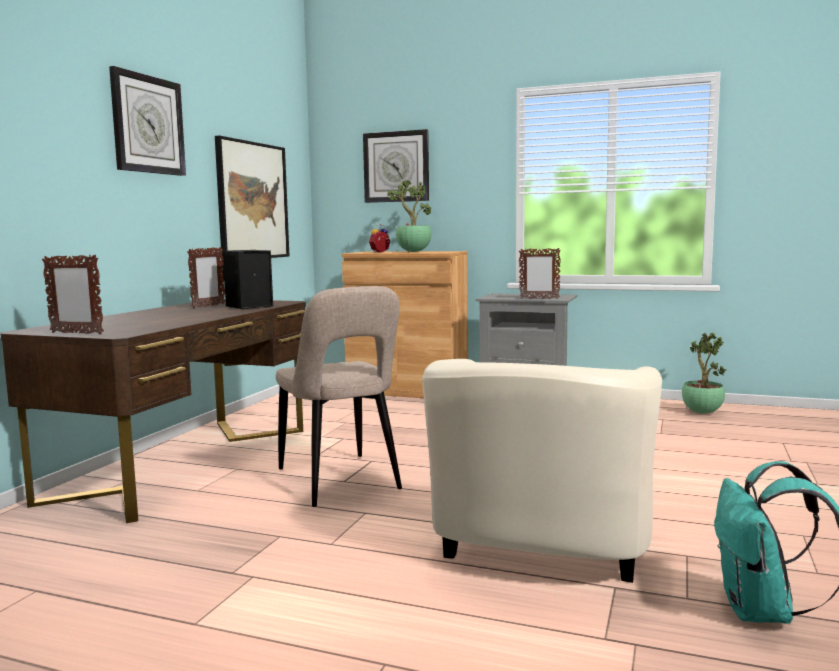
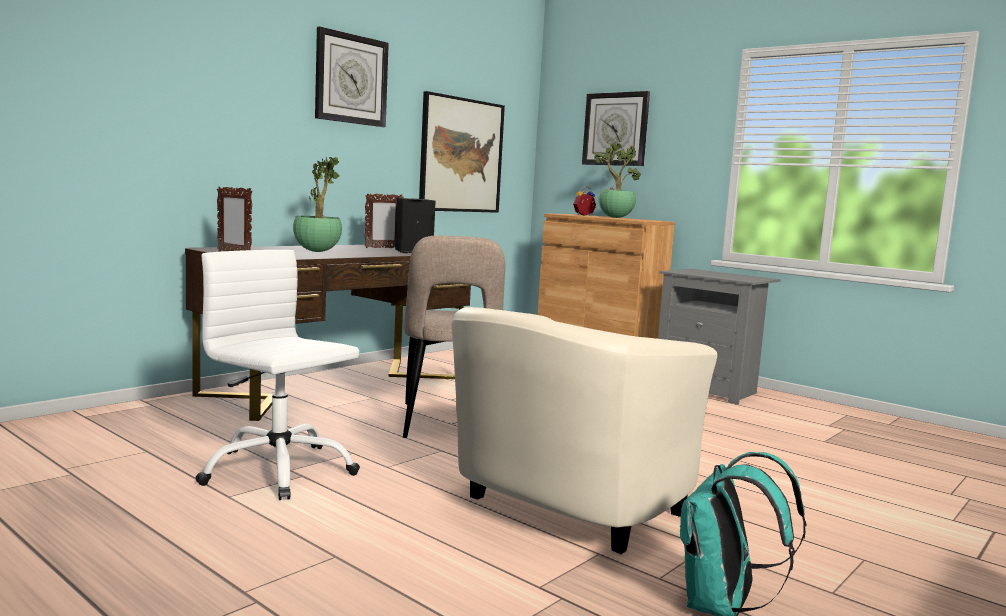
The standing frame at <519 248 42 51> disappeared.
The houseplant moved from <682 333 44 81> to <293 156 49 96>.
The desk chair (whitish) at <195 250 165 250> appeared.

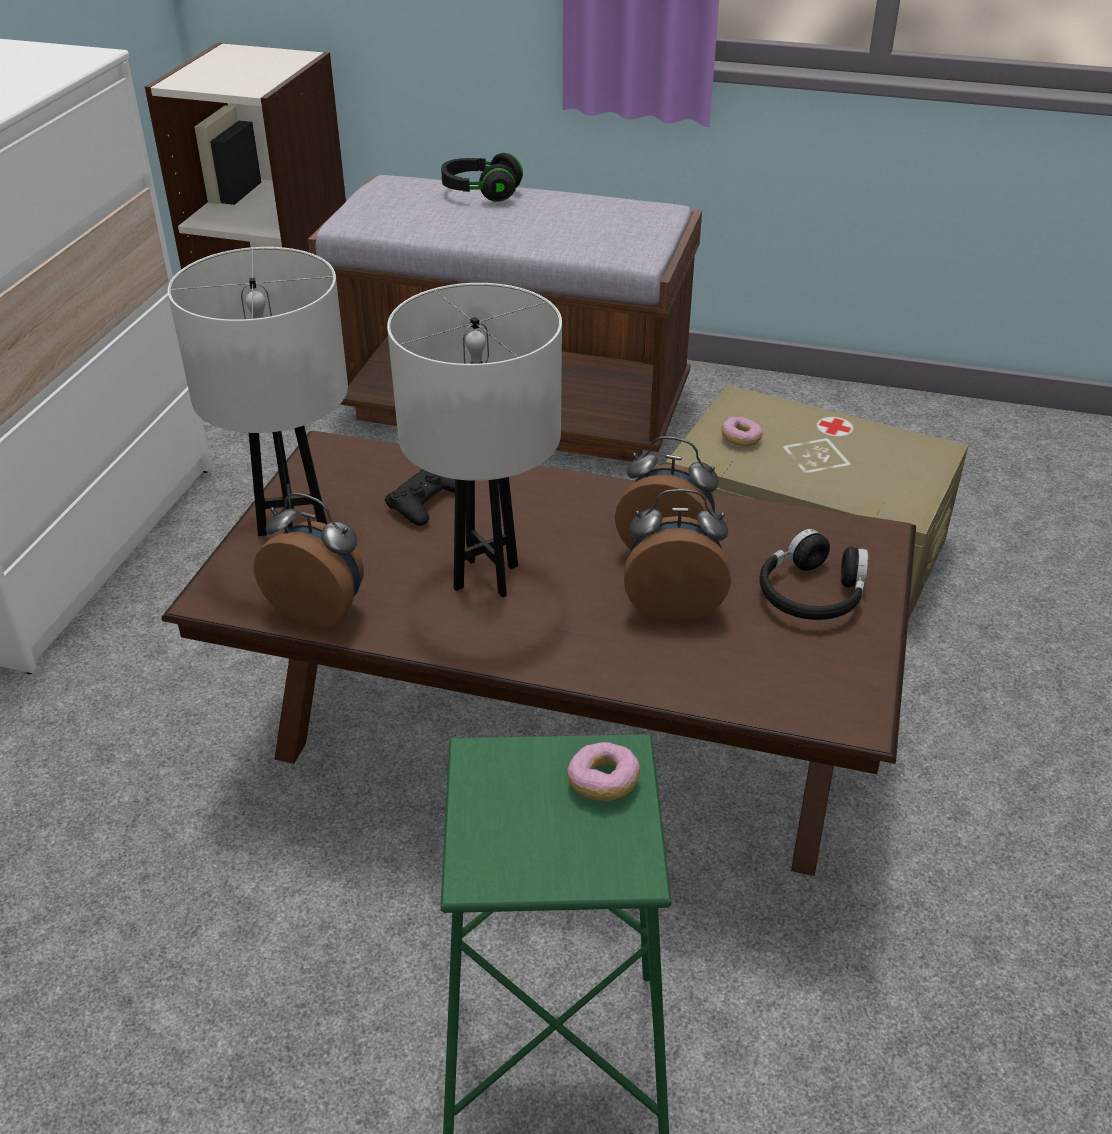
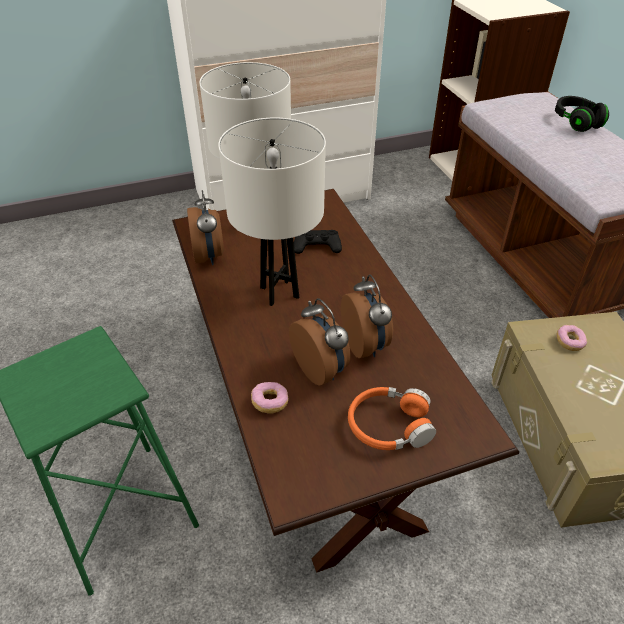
The ring doughnut moved from <567 742 73 59> to <251 382 38 32>.
The headset (blackish) at <760 529 108 91> became the headset (orange) at <348 387 88 63>.

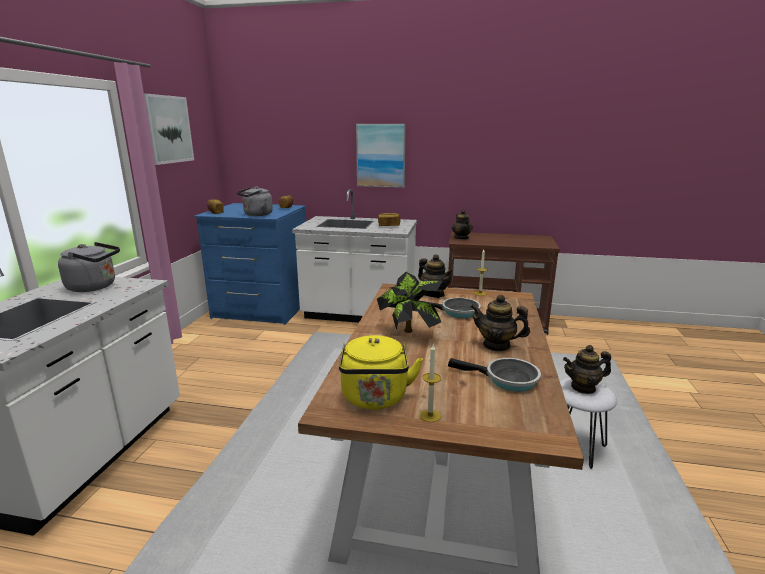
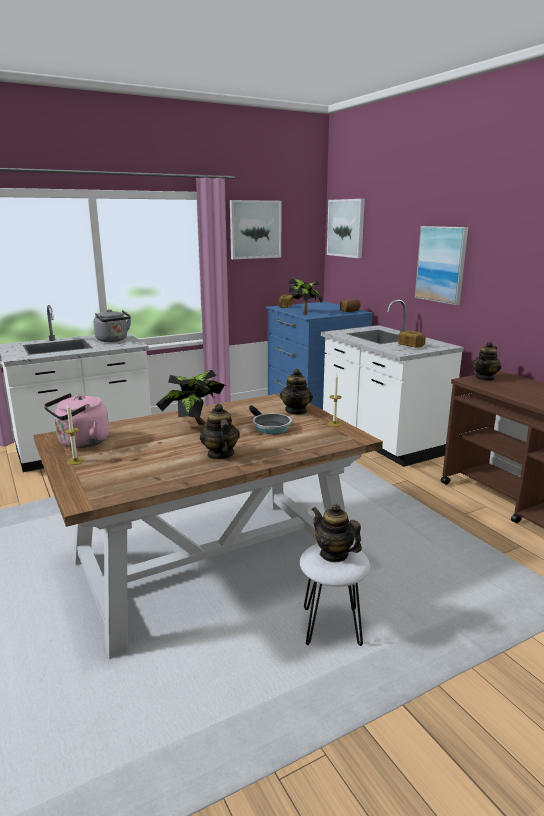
The tea kettle (greyish) at <237 186 36 30> was replaced by the houseplant at <289 278 34 37>.
The tea kettle (yellowish) at <339 335 84 75> became the tea kettle (pink-coloured) at <44 393 65 55>.
The pan at <448 358 93 34> disappeared.
The picture at <327 199 38 59> appeared.

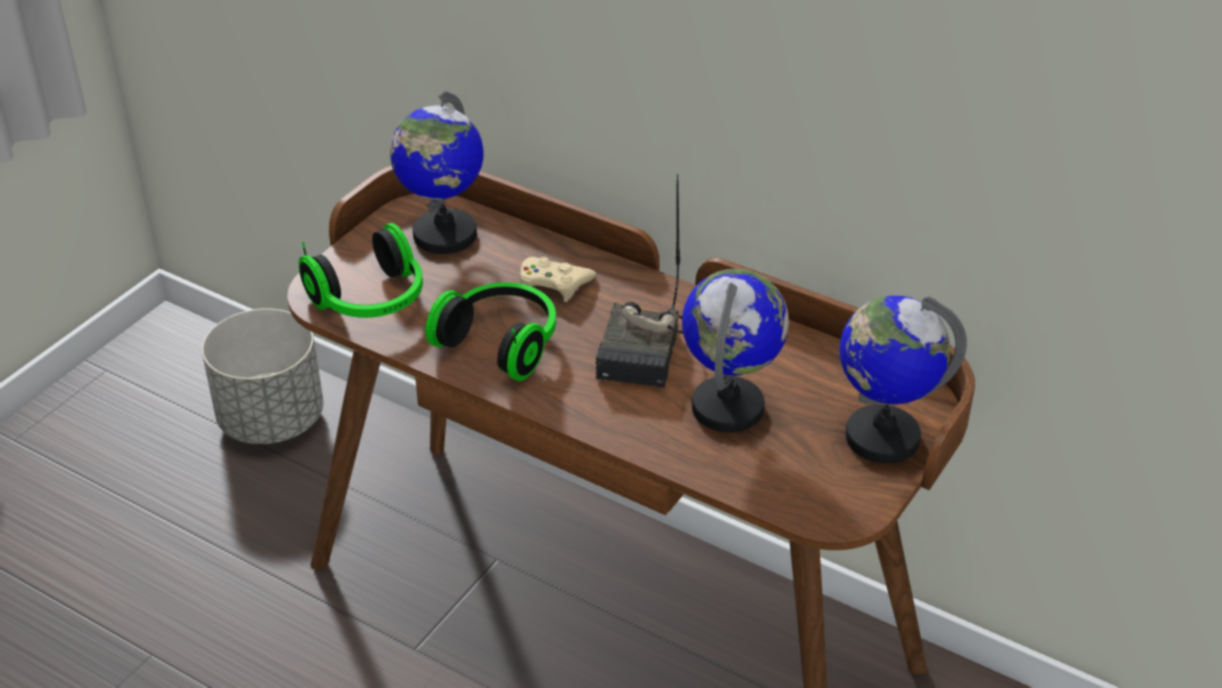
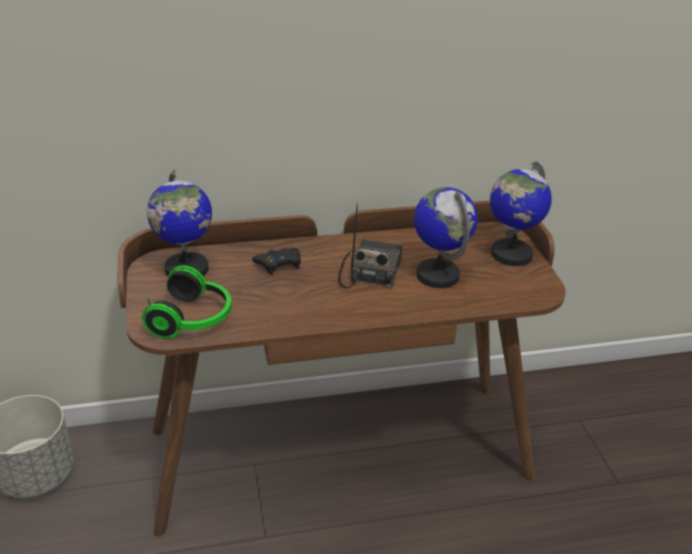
The headset at <425 282 131 99> disappeared.
The gamepad (sand-coloured) at <520 257 76 45> became the gamepad (blackish) at <252 248 49 27>.
The radio receiver at <596 174 87 214> turned 135 degrees counterclockwise.

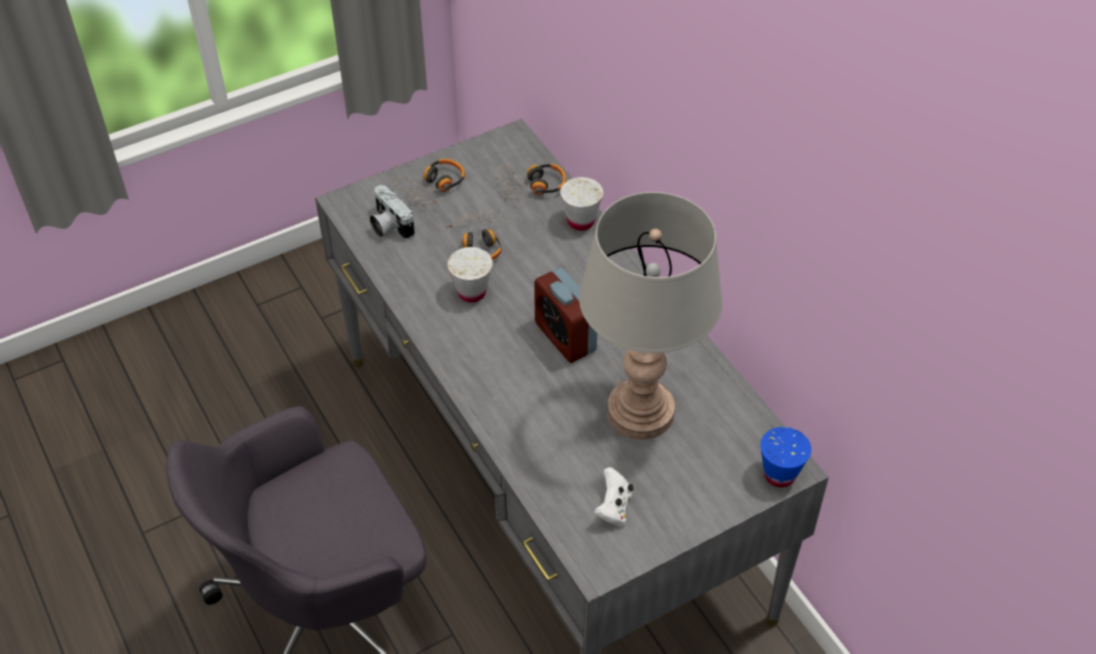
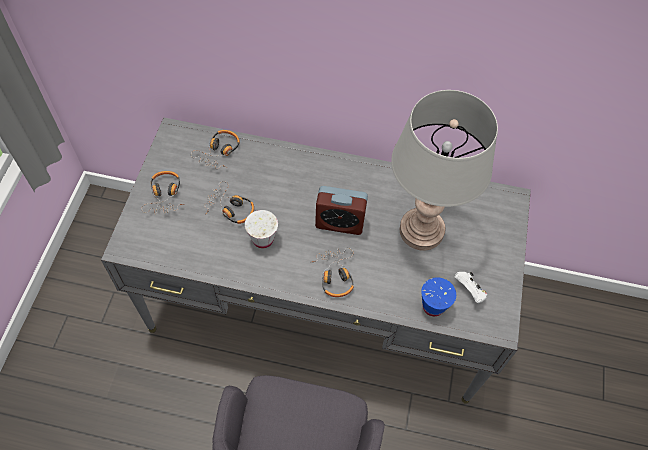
The still camera at <370 185 45 54> disappeared.
The cup (whitish) at <560 177 43 53> disappeared.
The cup (bluish) moved from <761 427 50 60> to <421 277 35 39>.
The headset at <312 248 42 49> appeared.

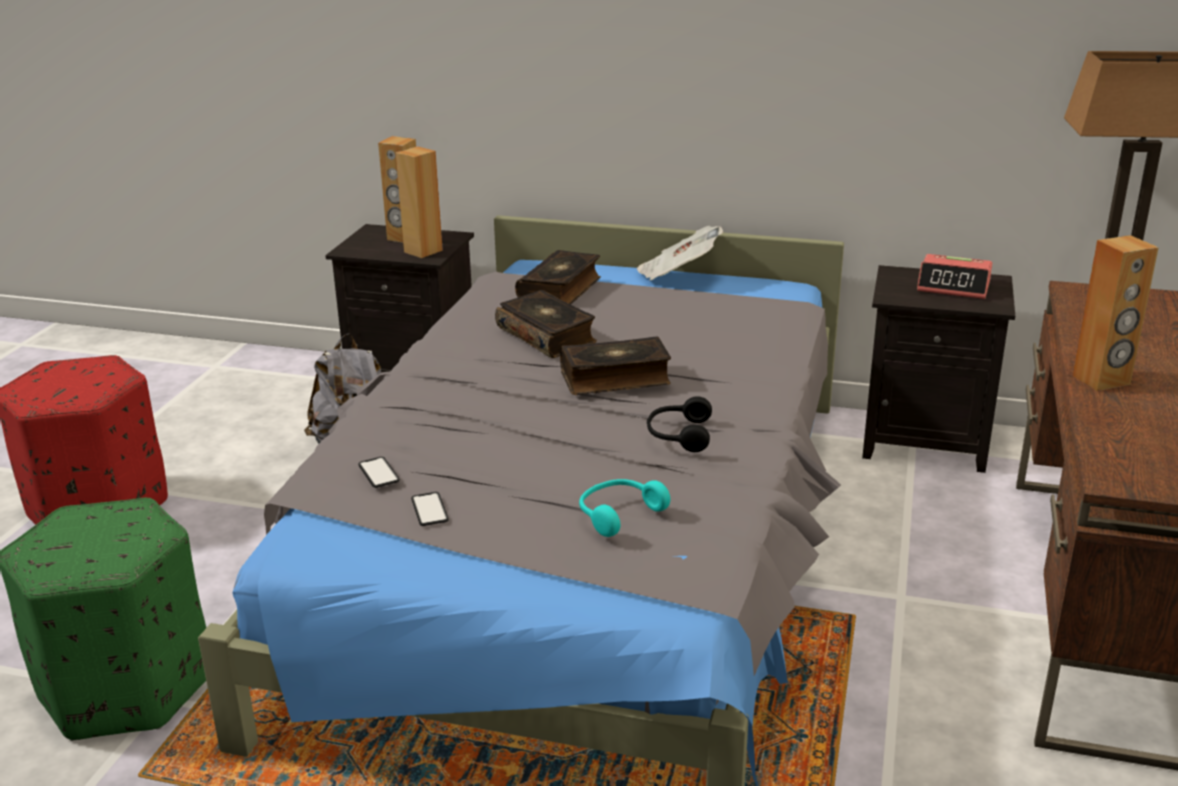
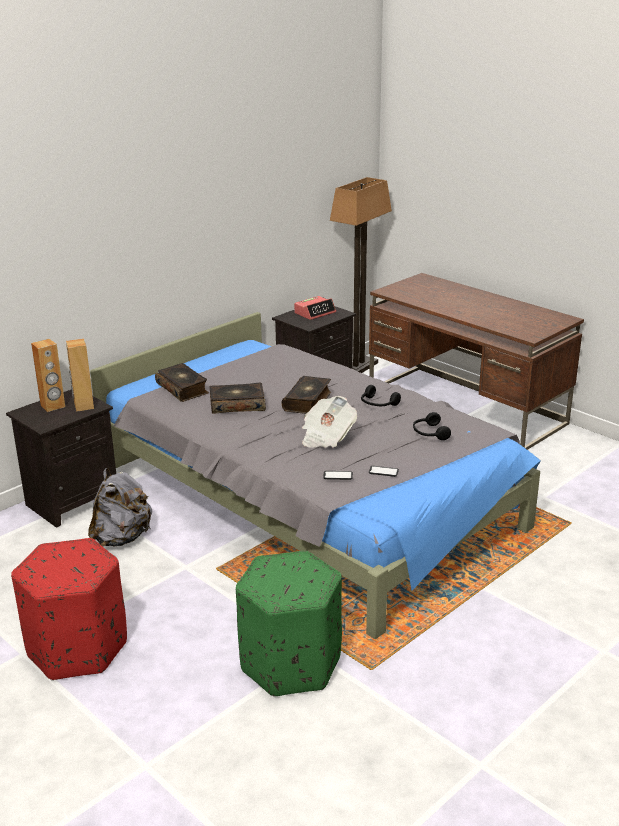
The headset (blue-green) at <579 479 92 58> became the headset (blackish) at <413 412 38 28>.
The printed paper moved from <637 226 86 54> to <302 396 55 52>.
The loudspeaker (brownish) at <1072 235 87 156> disappeared.

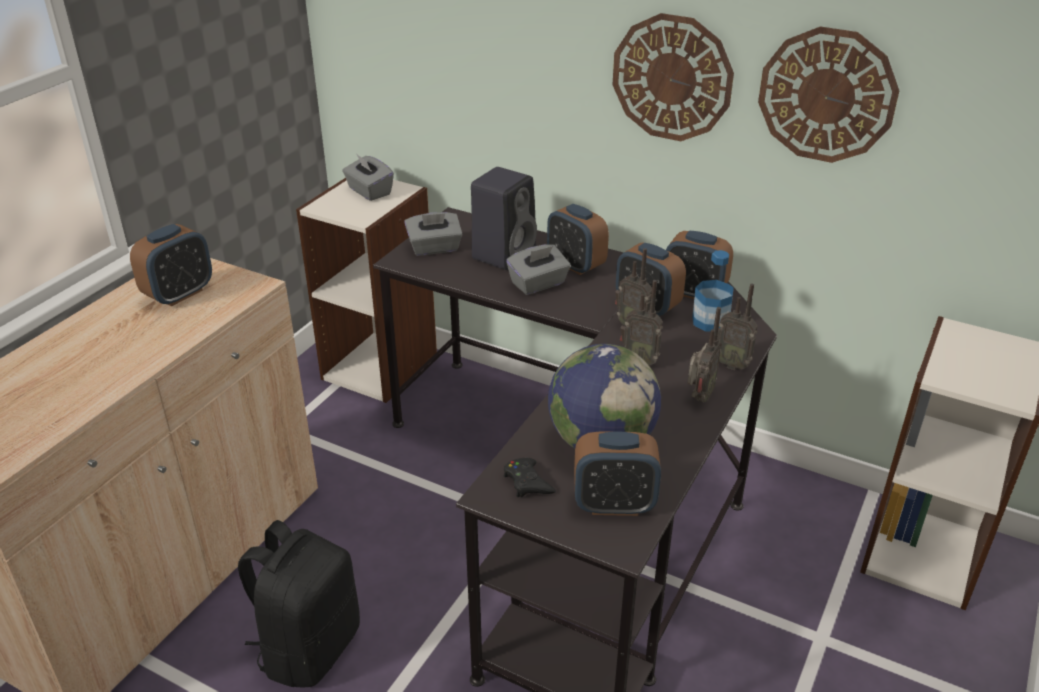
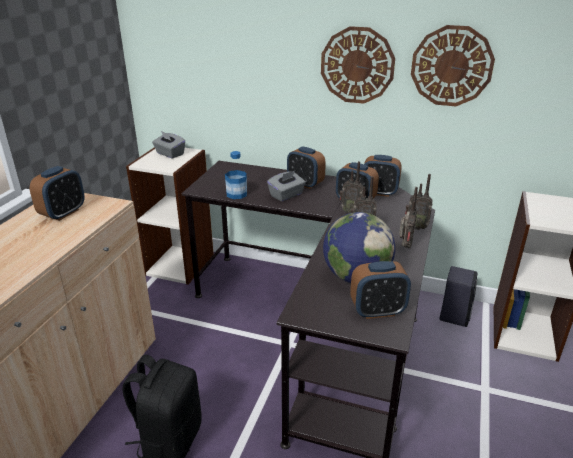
The tissue box (greyish) at <405 212 58 44> disappeared.
The loudspeaker (blackish) moved from <471 167 66 104> to <440 266 37 61>.
The gamepad (blackish) at <504 458 52 39> disappeared.
The beverage bottle moved from <692 250 42 82> to <225 151 22 48>.

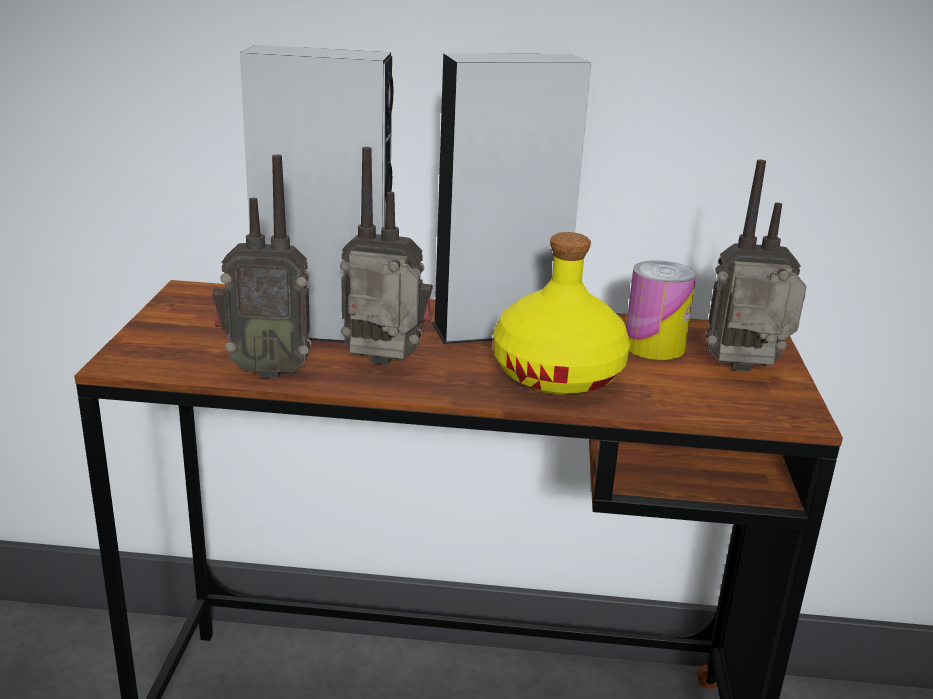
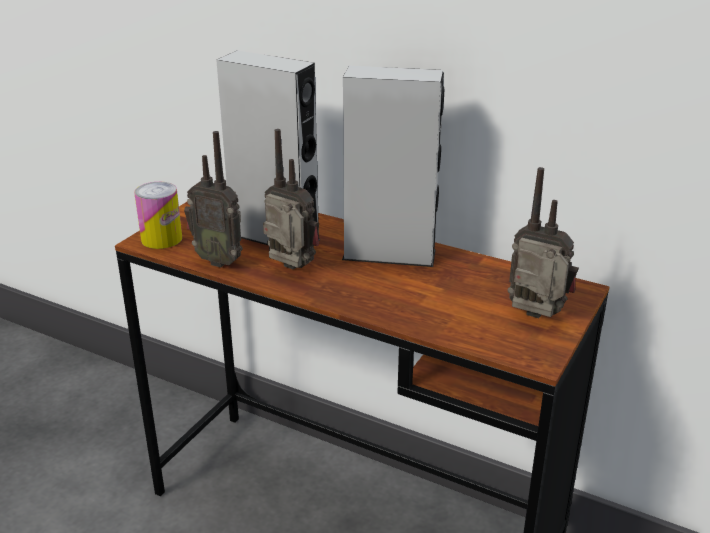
The beverage bottle (yellowish) at <493 232 137 163> disappeared.
The sealed can moved from <626 260 71 100> to <134 182 48 67>.

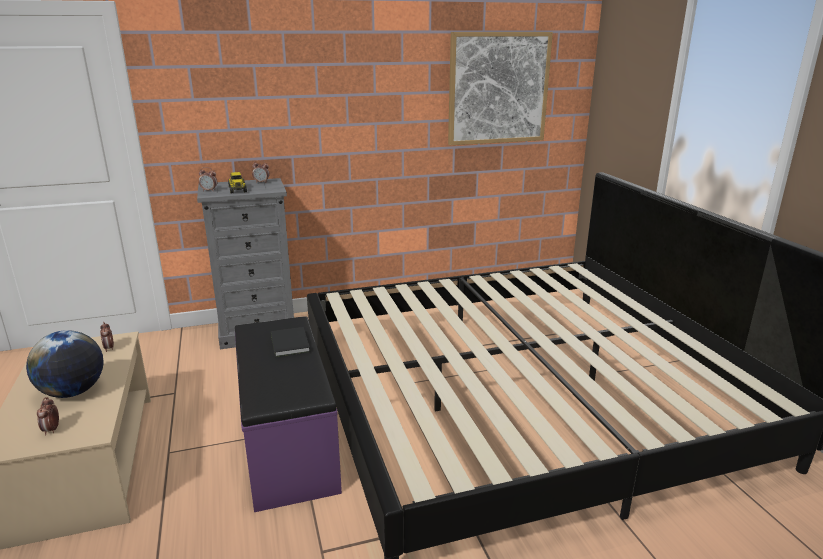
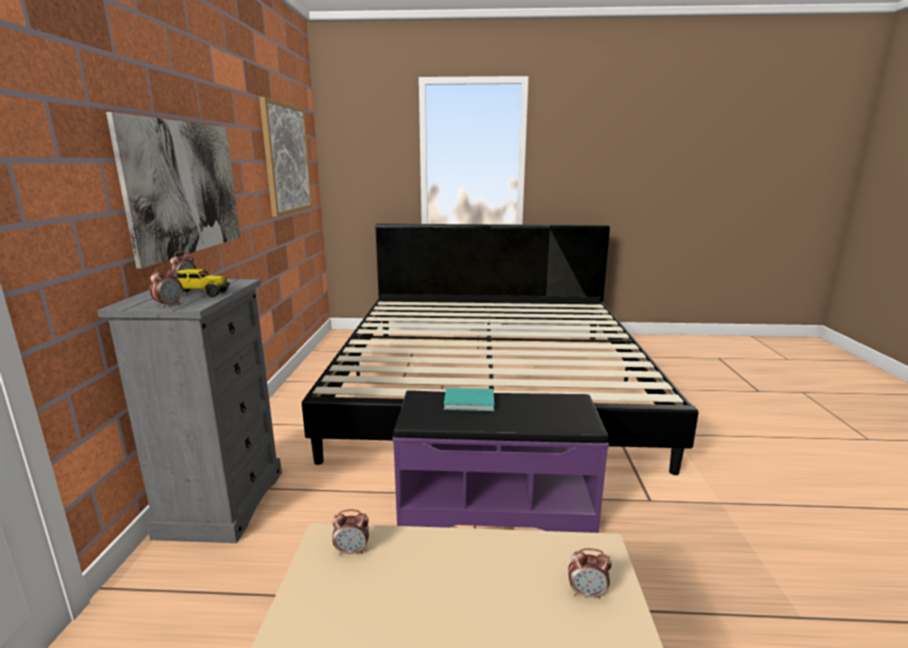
The world globe at <26 330 77 68> disappeared.
The bound book (blackish) at <271 327 39 30> became the bound book (blue-green) at <444 388 50 23>.
The picture at <106 112 134 157> appeared.

